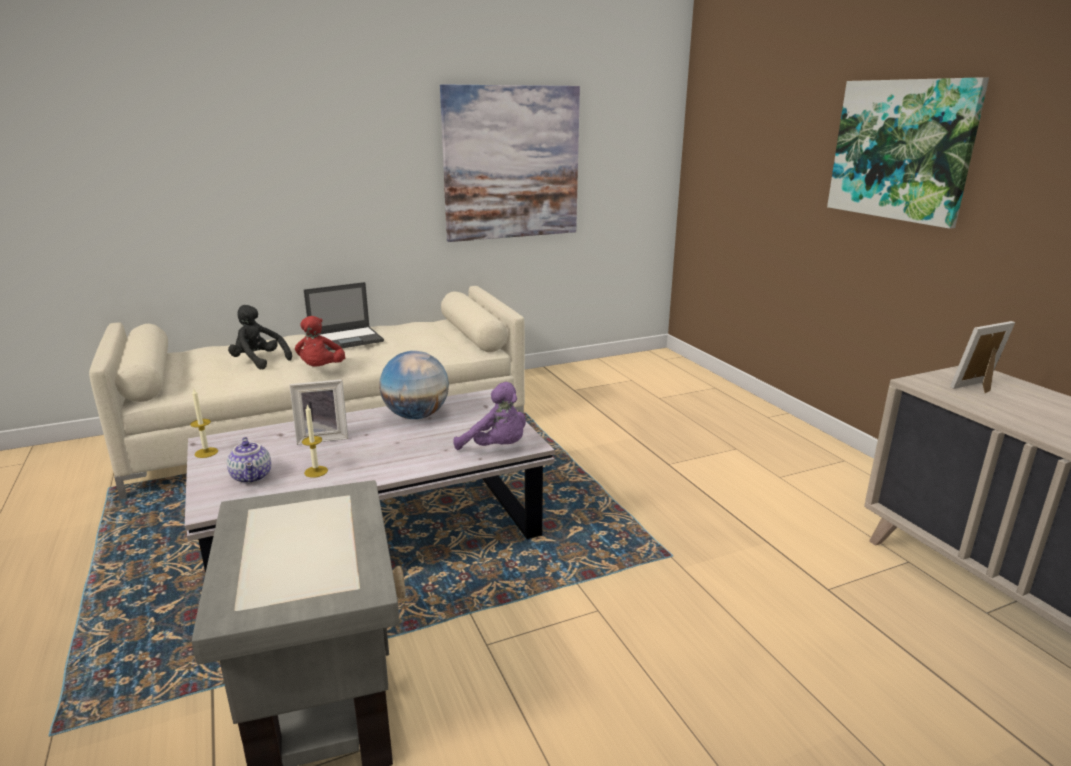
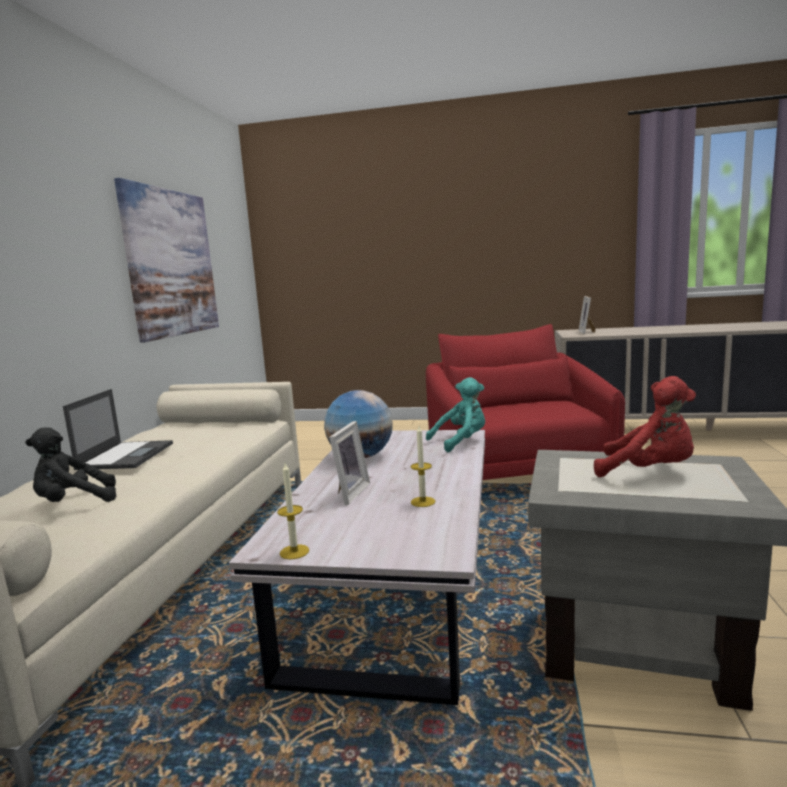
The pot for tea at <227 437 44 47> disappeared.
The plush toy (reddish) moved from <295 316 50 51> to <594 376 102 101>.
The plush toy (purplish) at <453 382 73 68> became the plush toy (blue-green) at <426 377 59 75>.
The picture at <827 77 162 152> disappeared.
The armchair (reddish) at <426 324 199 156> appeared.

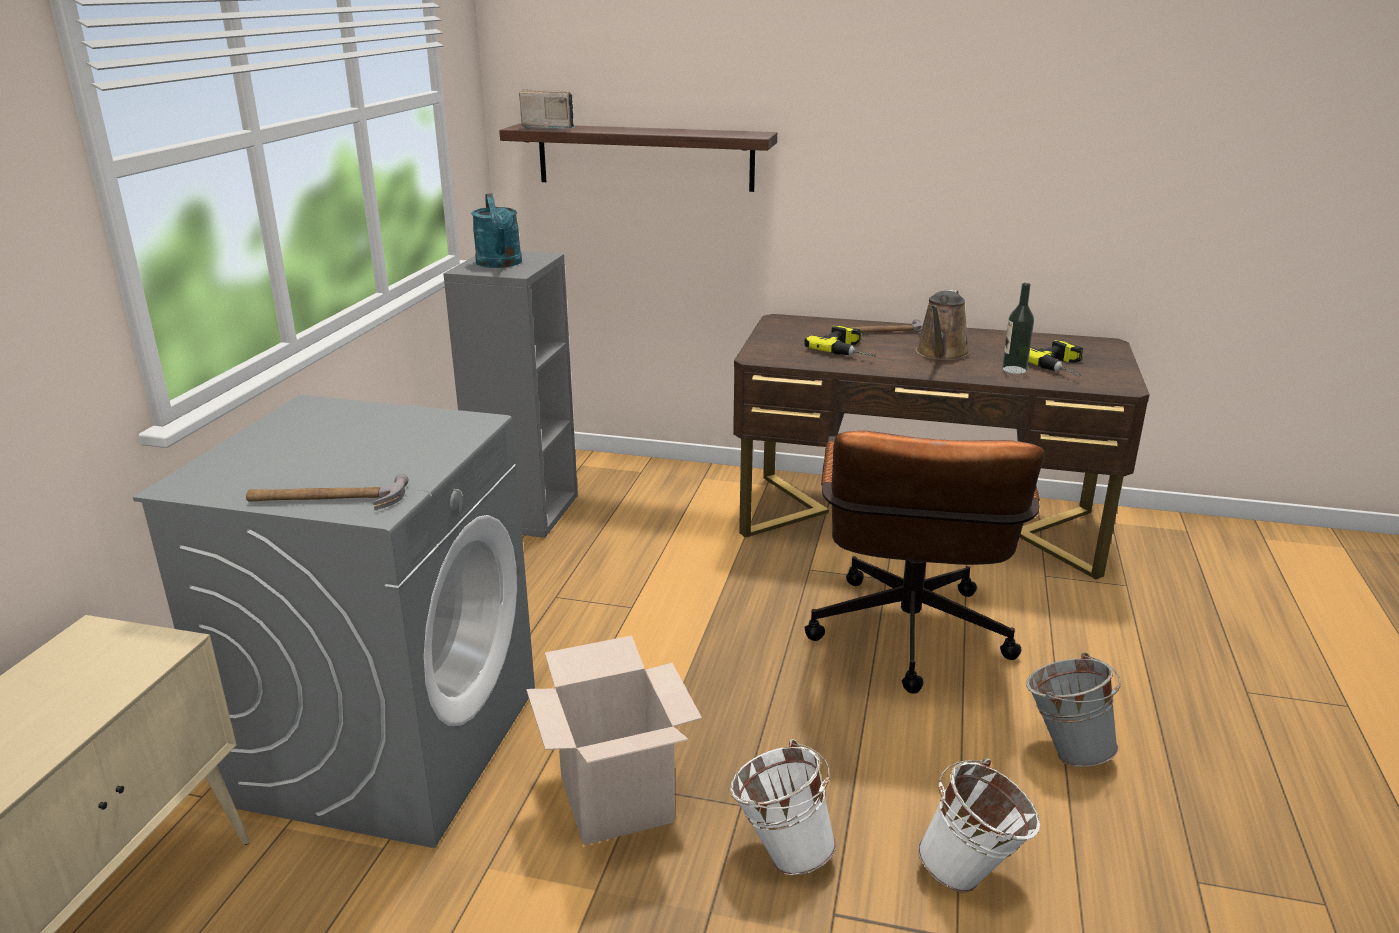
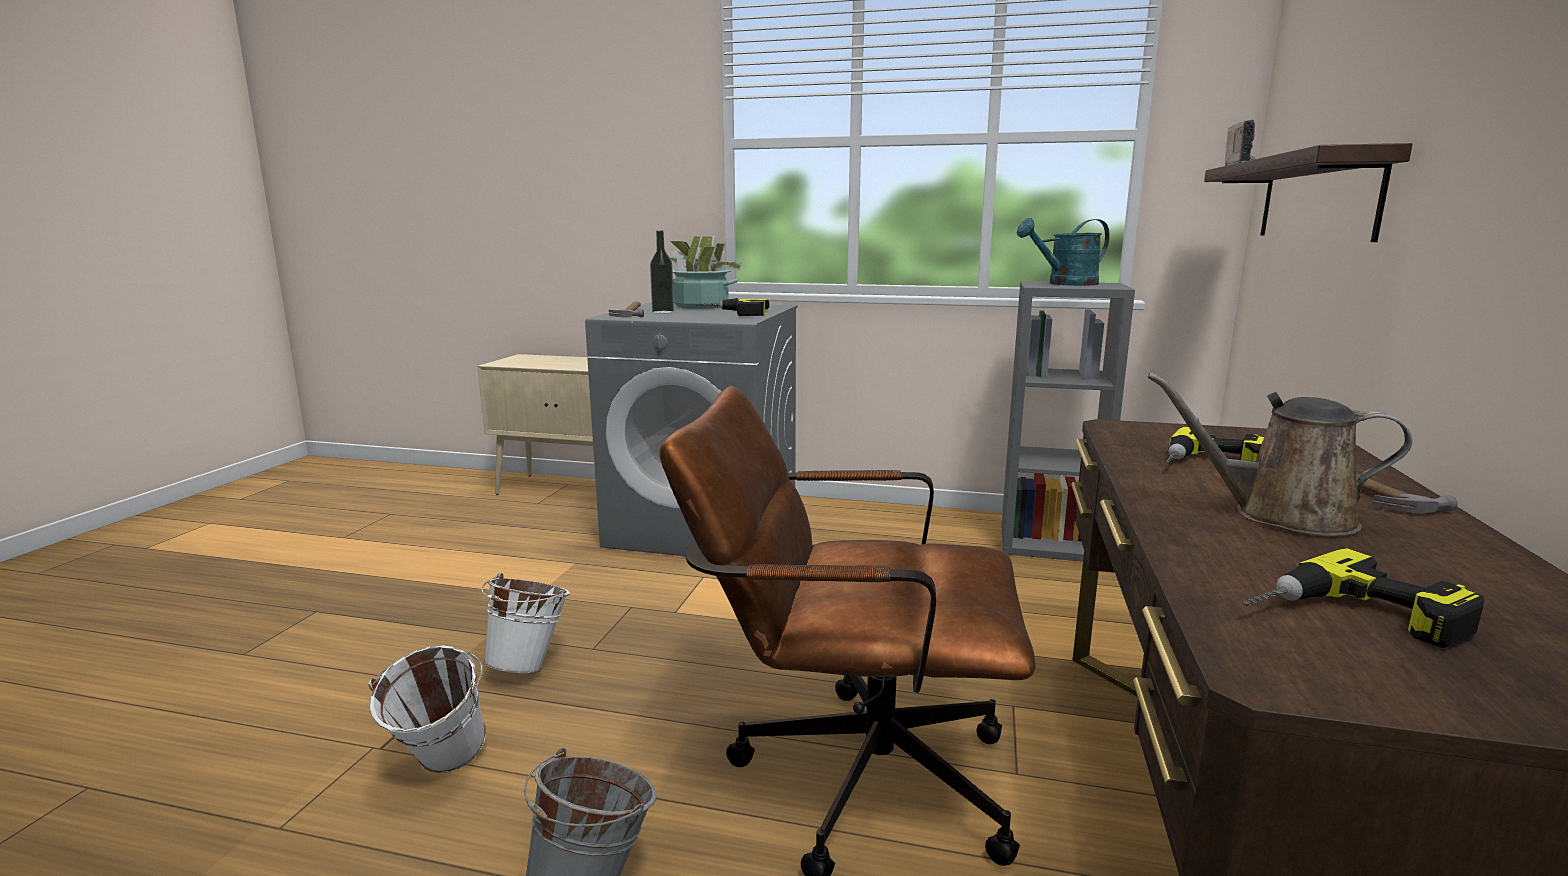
The carton at <526 636 176 209> disappeared.
The beverage bottle moved from <1002 283 32 91> to <650 230 24 84>.
The houseplant at <670 236 72 73> appeared.
The electric drill at <697 298 72 18> appeared.

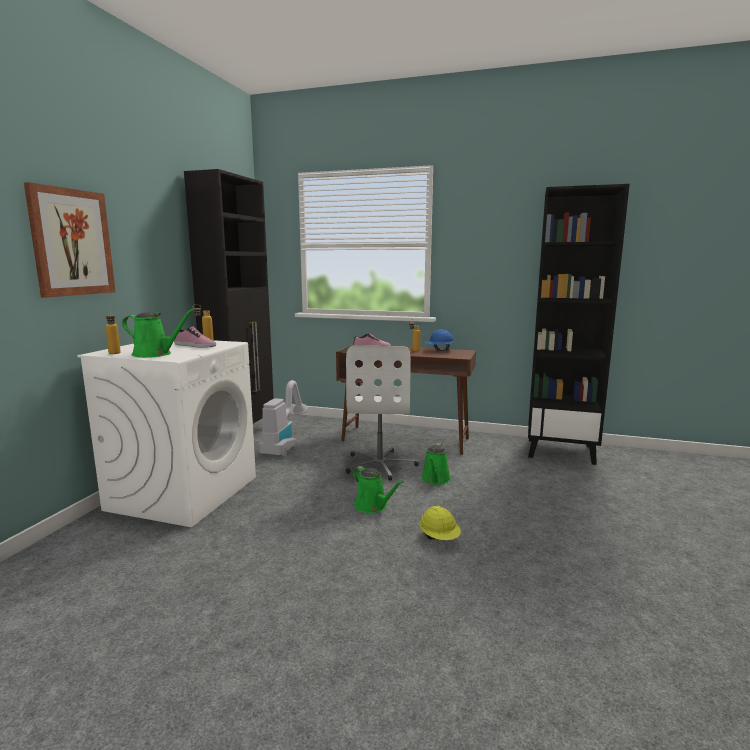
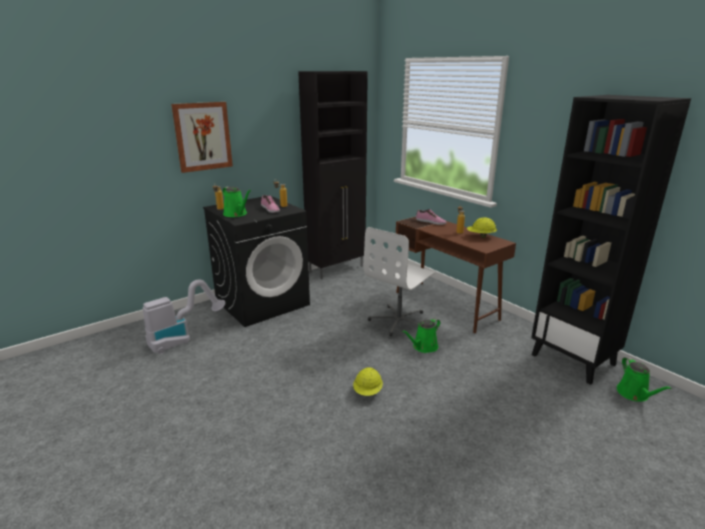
The washing machine (whitish) at <77 340 179 187> became the washing machine (blackish) at <203 195 107 132>.
The vacuum cleaner moved from <258 380 50 76> to <143 279 83 75>.
The sprinkling can (greenish) moved from <353 466 51 47> to <617 357 55 45>.
The safety helmet (bluish) at <425 329 30 22> became the safety helmet (yellowish) at <467 217 30 21>.

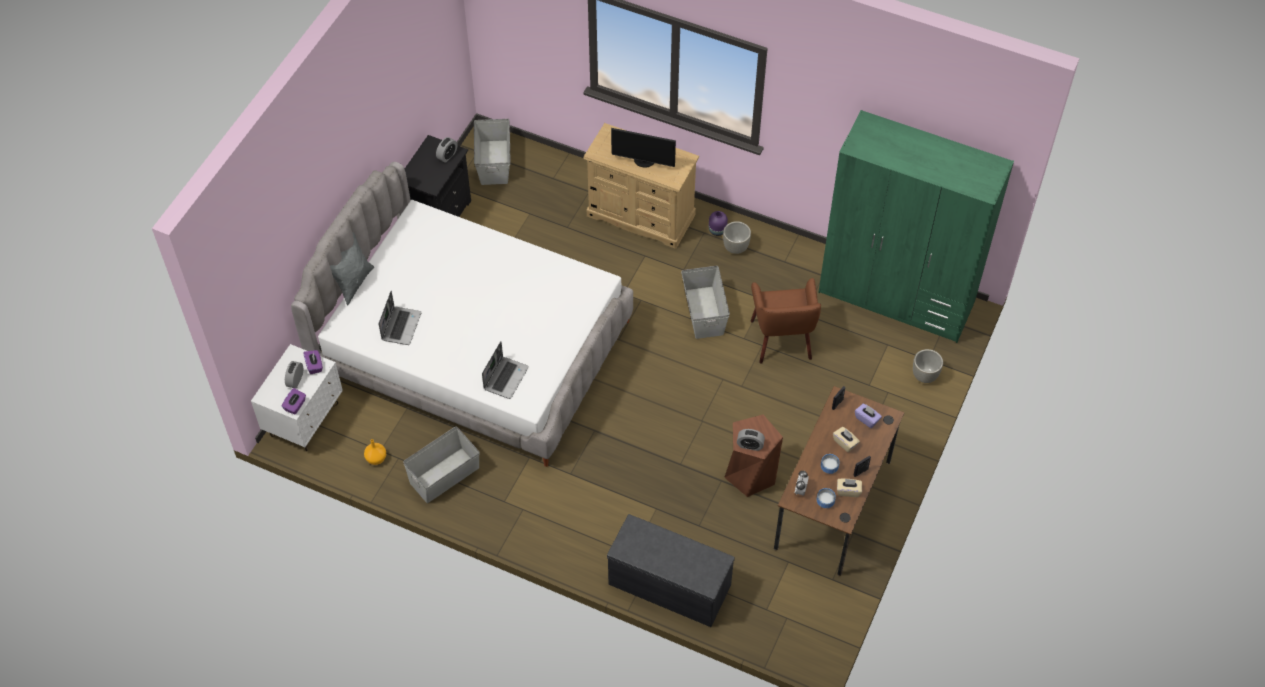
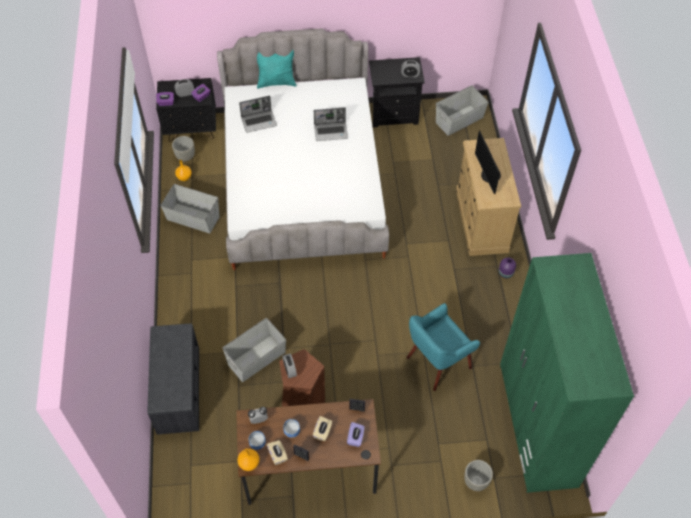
The bedside table (whitish) at <251 344 92 107> became the bedside table (blackish) at <156 78 60 64>.
The cushion (greyish) at <330 232 44 73> became the cushion (blue-green) at <257 50 40 39>.
The notebook computer moved from <482 341 47 58> to <314 107 34 34>.
The storage container (greyish) moved from <681 266 49 73> to <222 318 64 64>.
The flower pot (greyish) moved from <723 221 28 33> to <172 136 23 25>.
The armchair (brownish) at <751 278 70 86> became the armchair (blue-green) at <406 303 74 88>.
The decorative vase (orange) at <237 449 23 22> appeared.

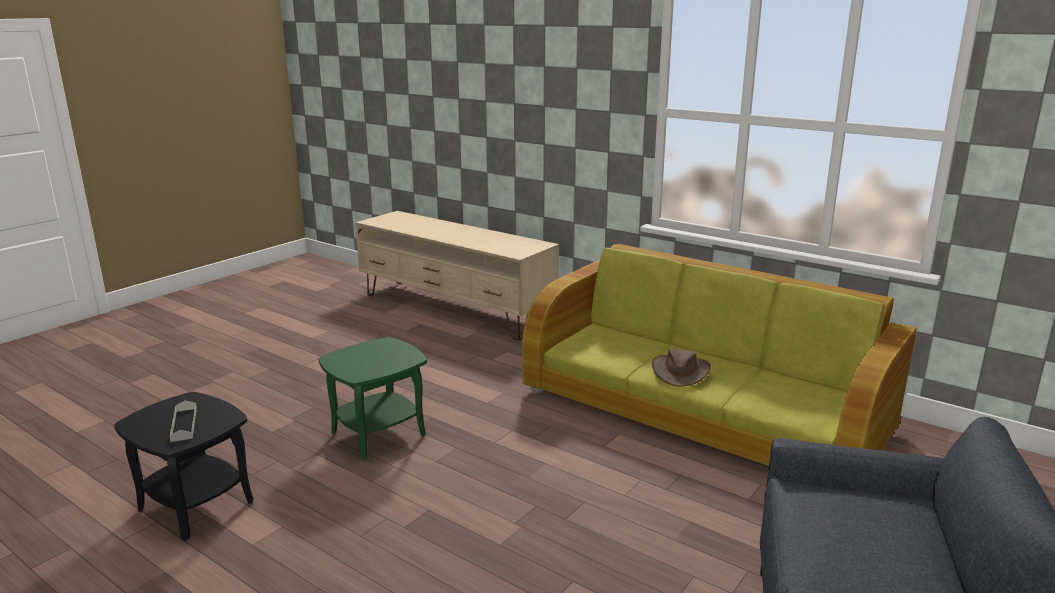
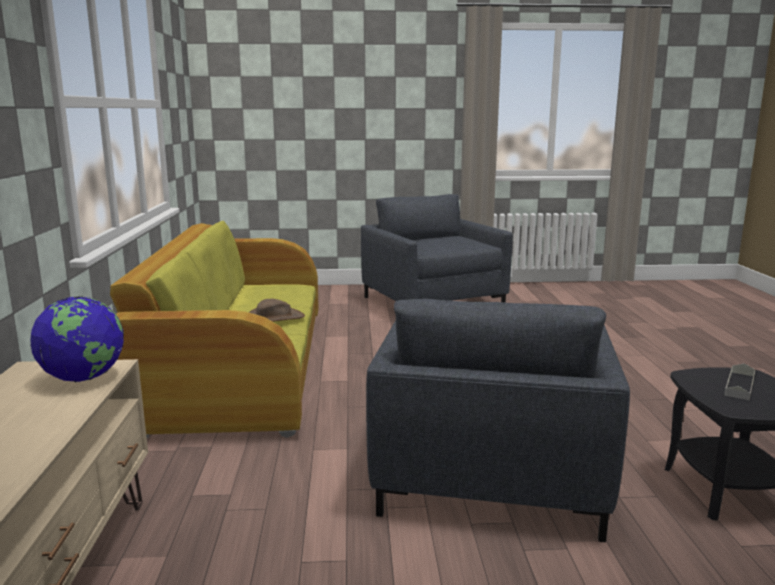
The end table (greenish) at <318 337 109 122> was replaced by the armchair (greyish) at <366 299 264 243>.
The world globe at <30 296 94 86> appeared.

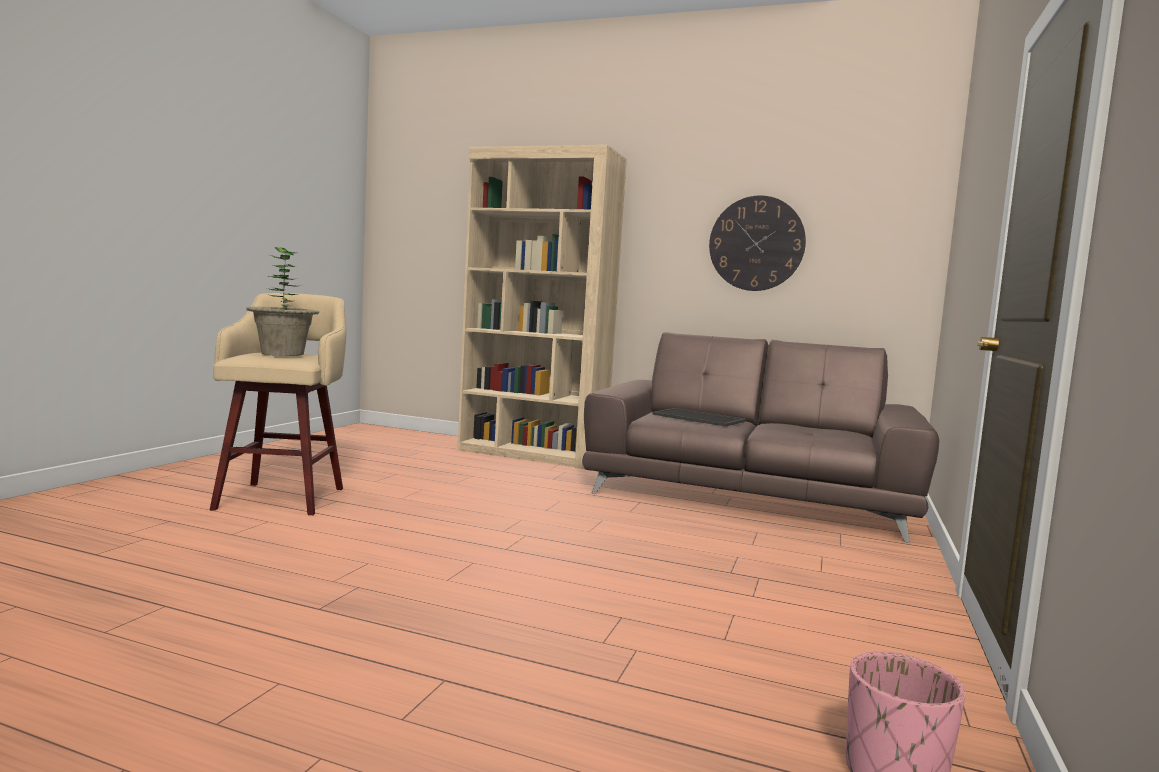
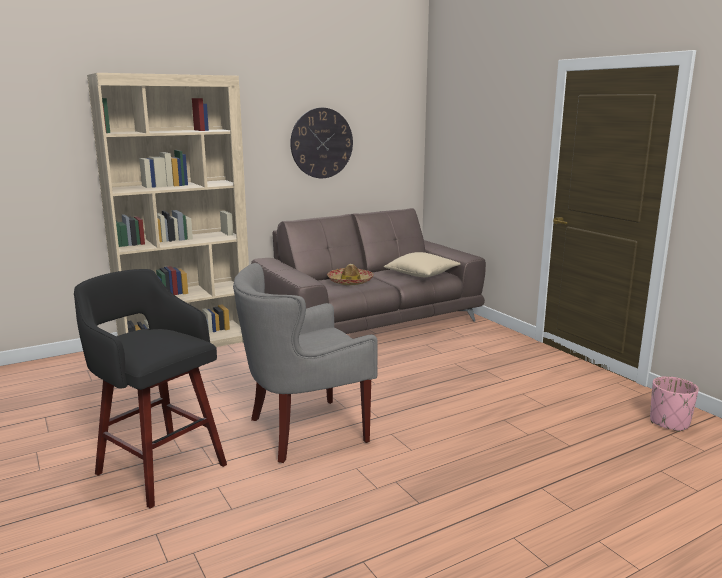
The sitting stool (sand-coloured) at <210 293 136 222> became the sitting stool (blackish) at <74 269 153 240>.
The houseplant at <246 247 73 109> disappeared.
The serving tray at <652 408 94 18> was replaced by the hat at <327 264 47 21>.
The armchair (greyish) at <233 263 145 200> appeared.
The cushion (sand-coloured) at <384 252 77 25> appeared.

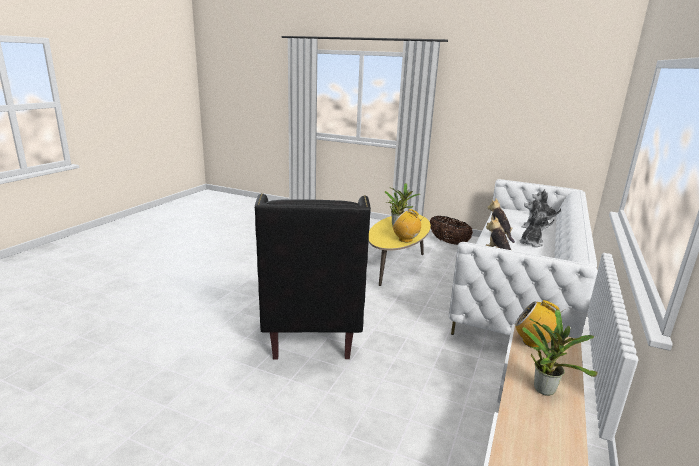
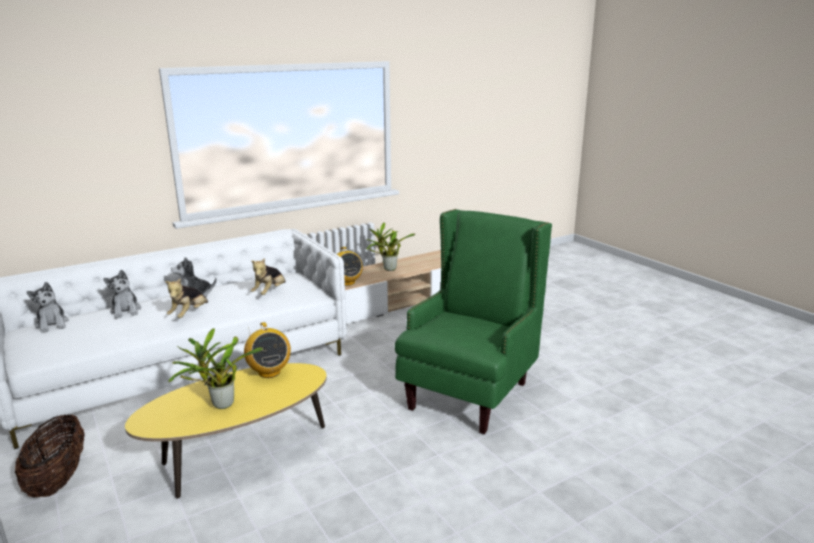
The armchair (blackish) at <255 193 116 166> became the armchair (greenish) at <395 209 157 225>.

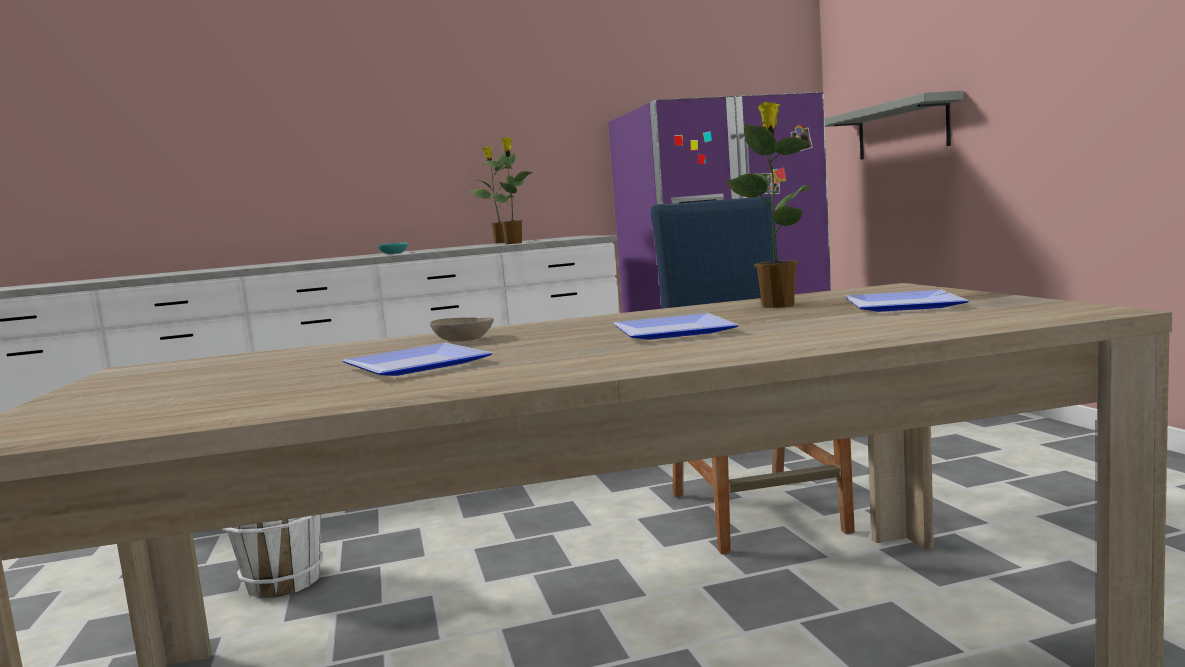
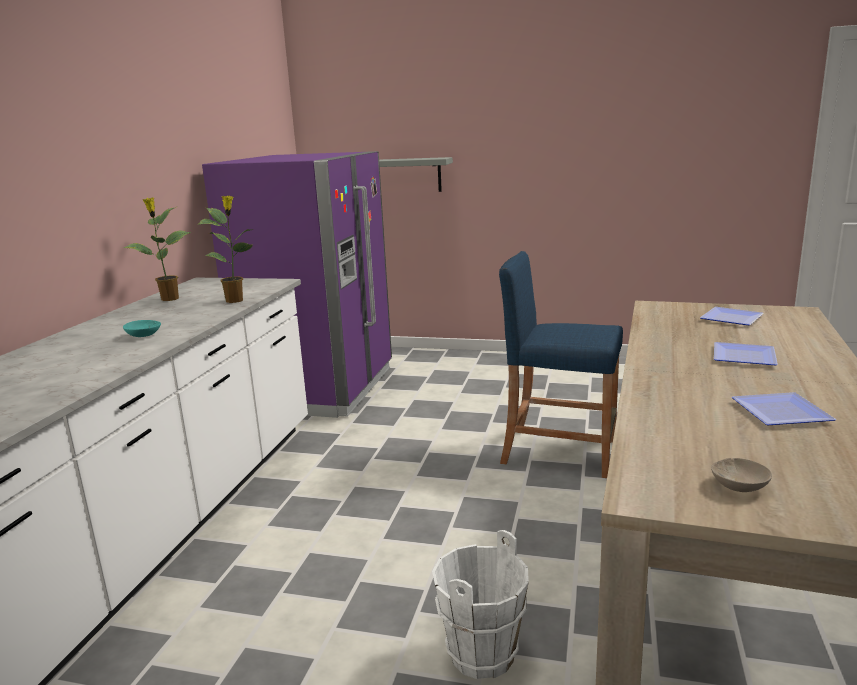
The deep dish (sand-coloured) moved from <430 317 64 25> to <711 458 61 34>.
The houseplant at <727 102 84 206> disappeared.

